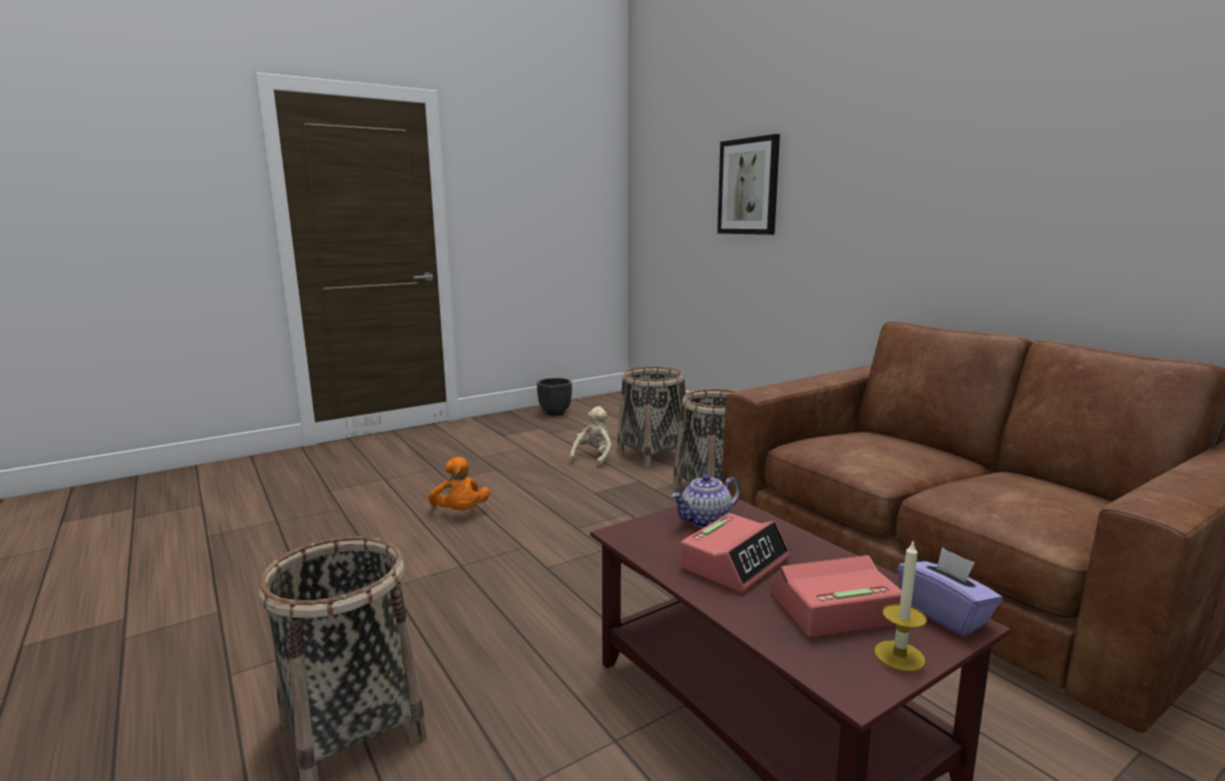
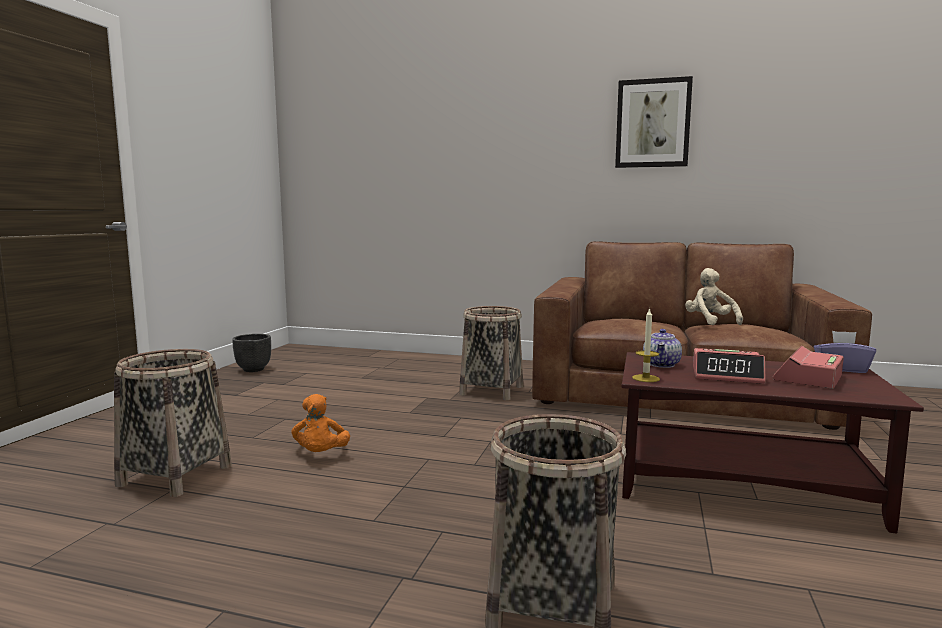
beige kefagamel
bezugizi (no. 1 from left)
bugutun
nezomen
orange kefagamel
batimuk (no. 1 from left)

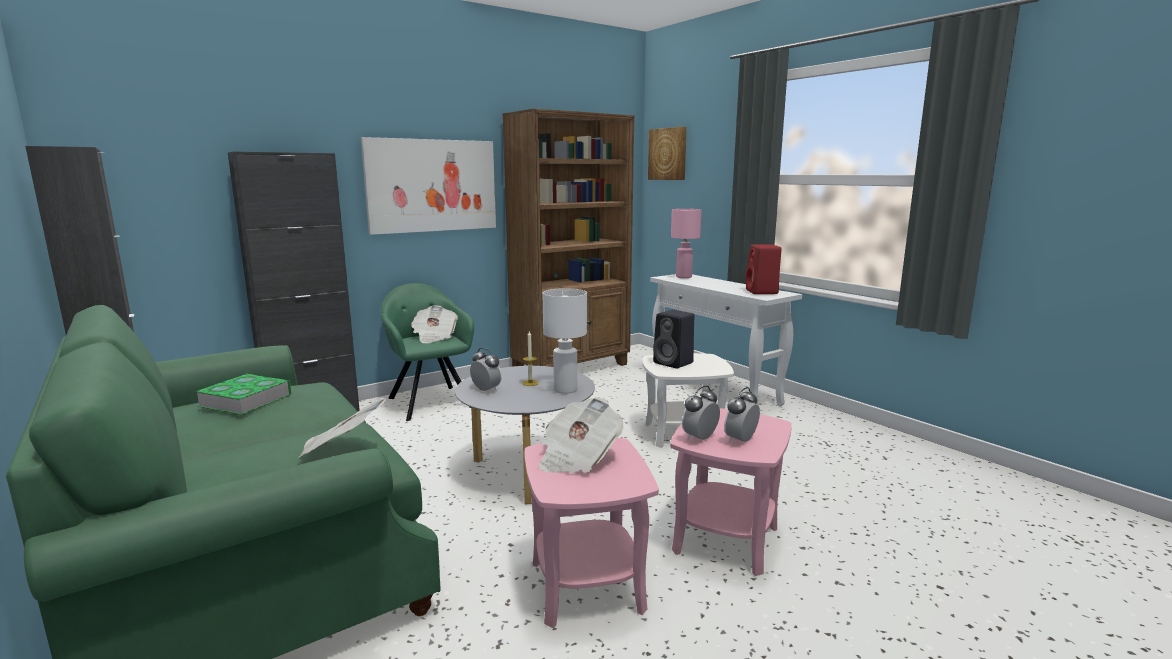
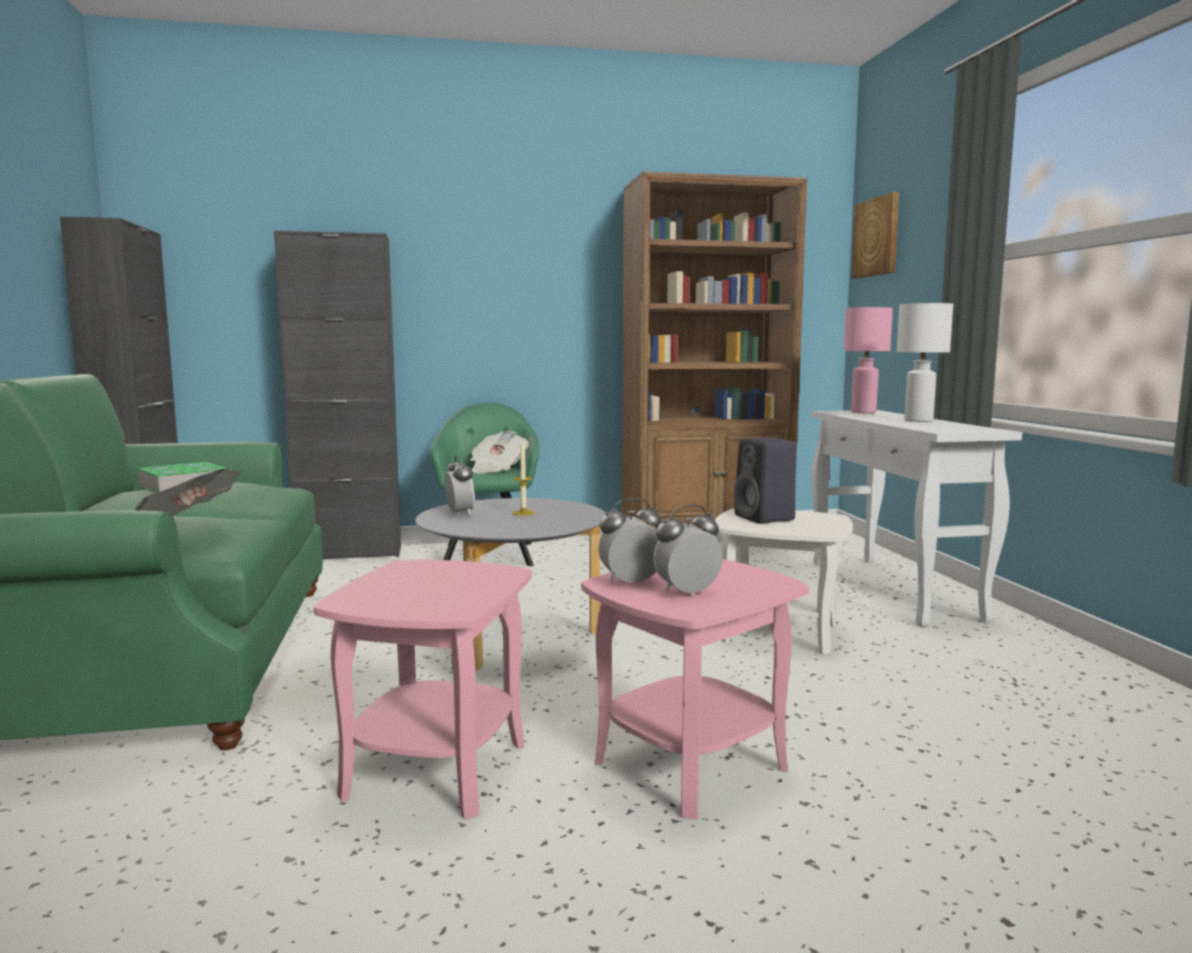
bugutun (no. 1 from left in the first image)
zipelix (no. 3 from left in the first image)
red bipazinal
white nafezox

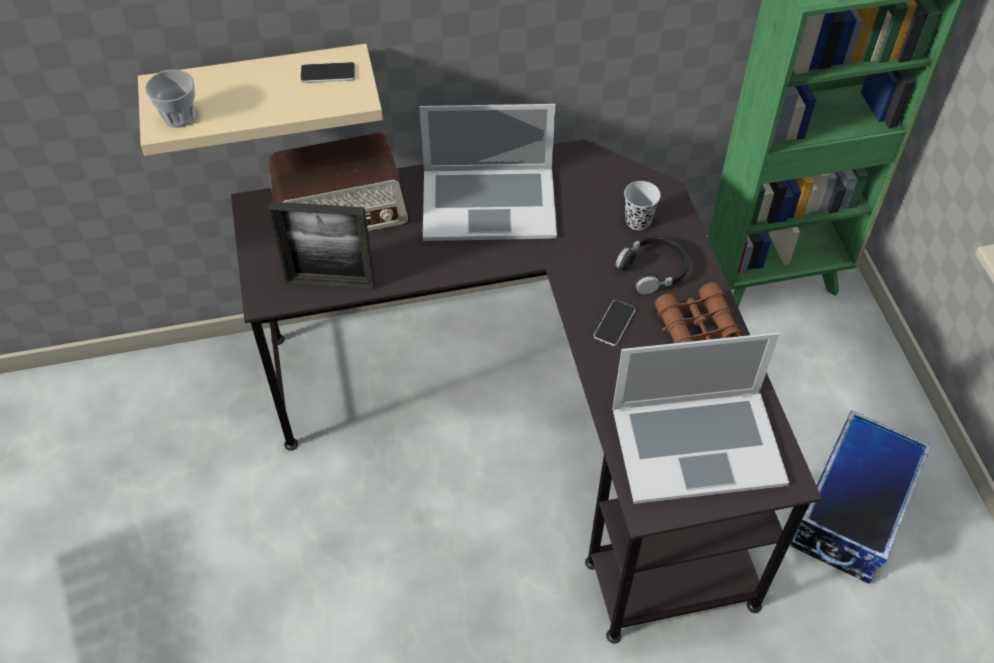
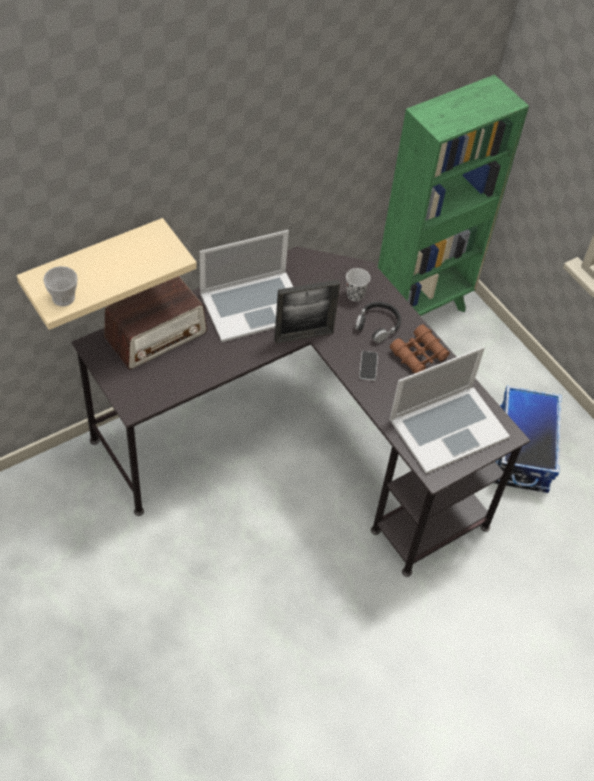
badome (no. 1 from left in the first image)
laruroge

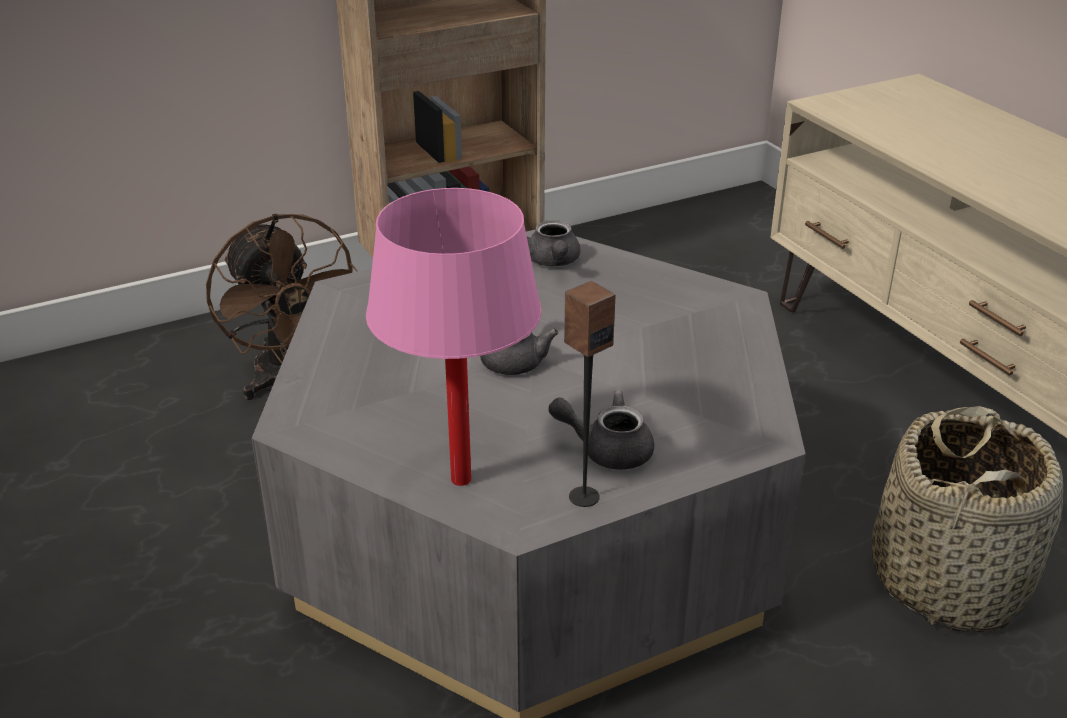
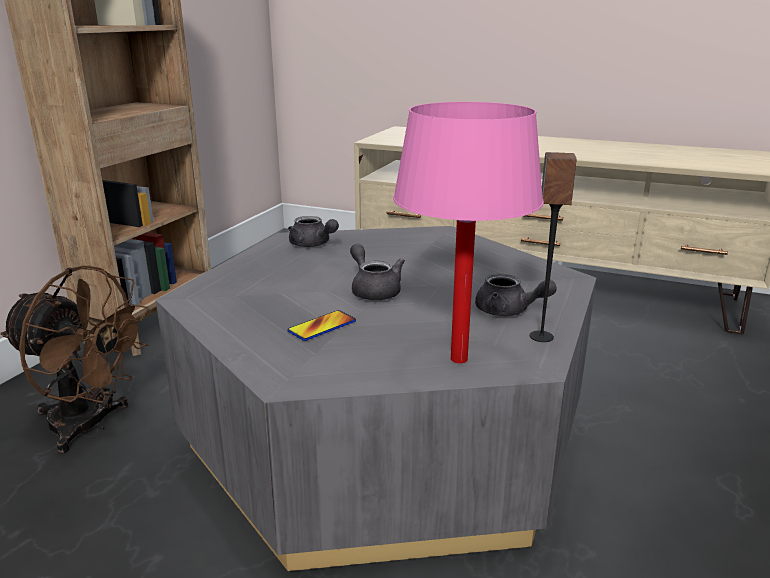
bezugizi
badome
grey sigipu (no. 3 from left)

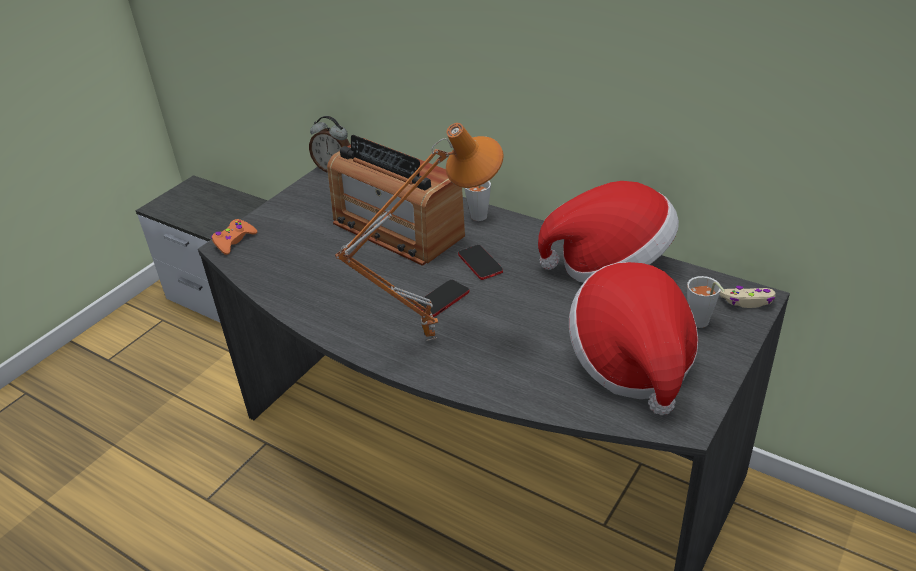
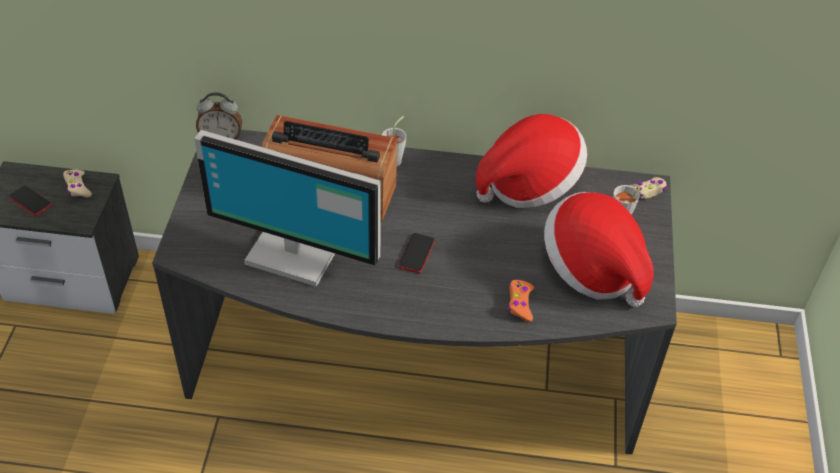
orange nafezox
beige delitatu (no. 1 from left)
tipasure
orange delitatu
badome (no. 1 from left)

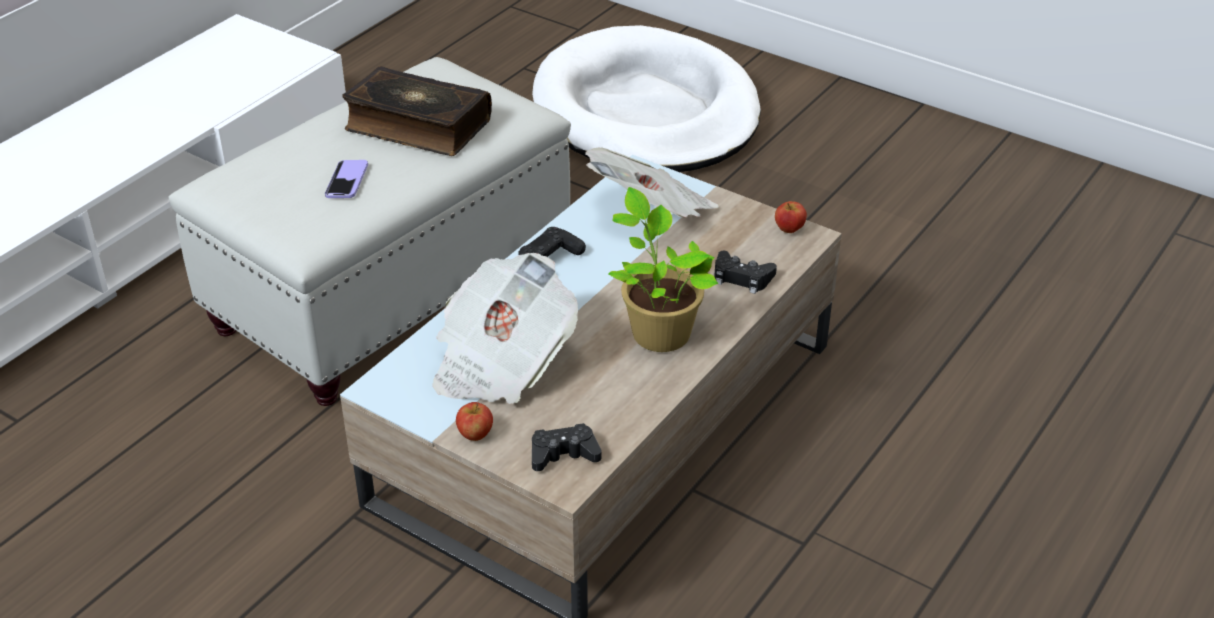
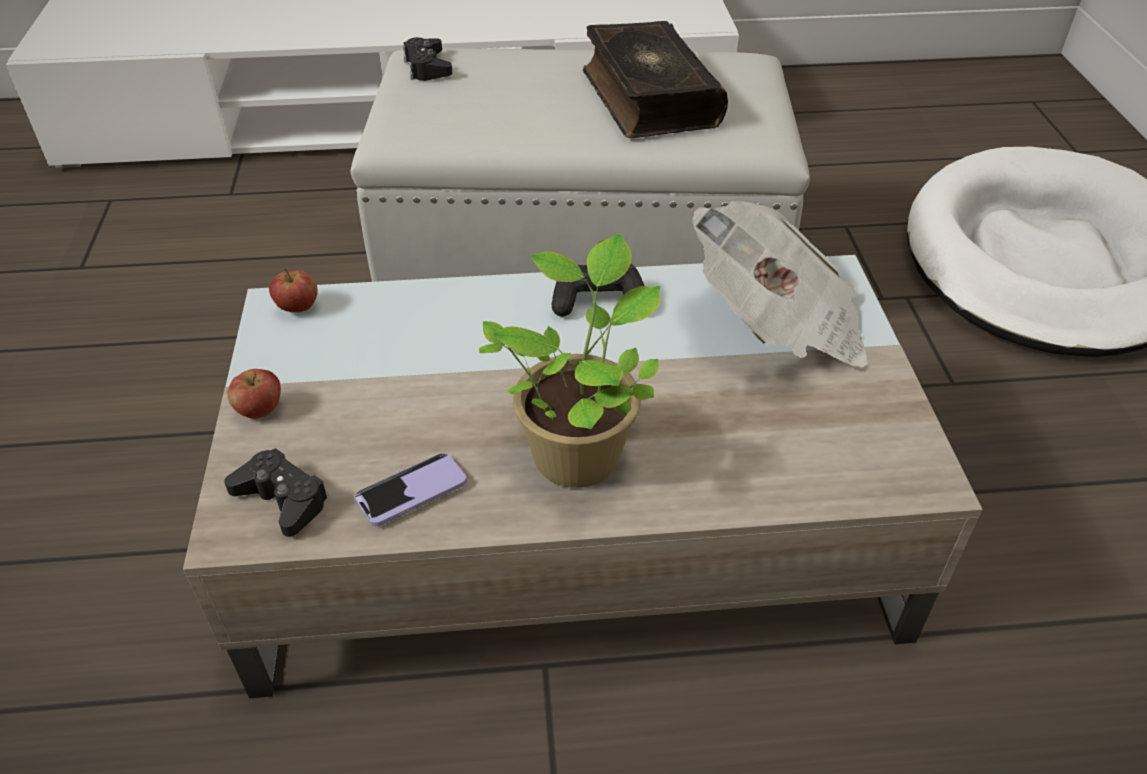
zipelix (no. 1 from left in the first image)
badome
black delitatu (no. 2 from left)
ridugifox (no. 2 from left)

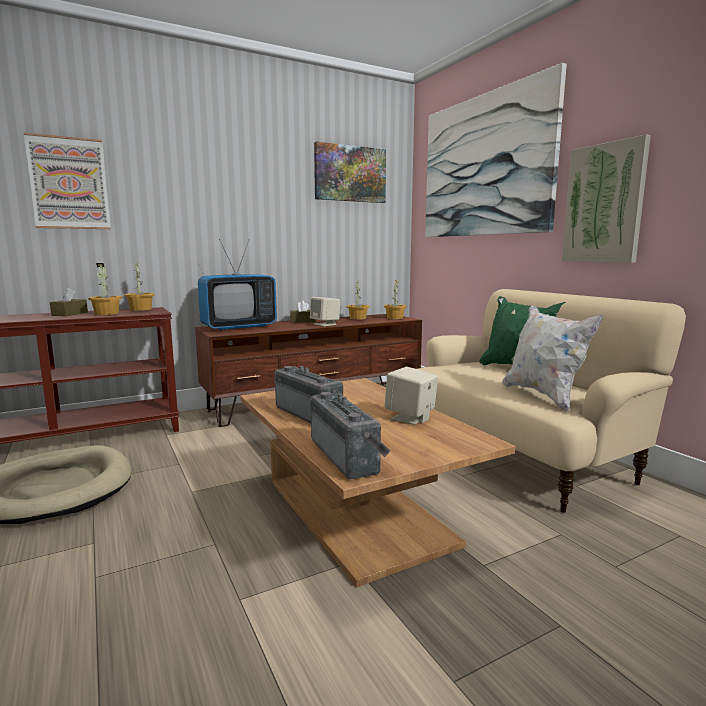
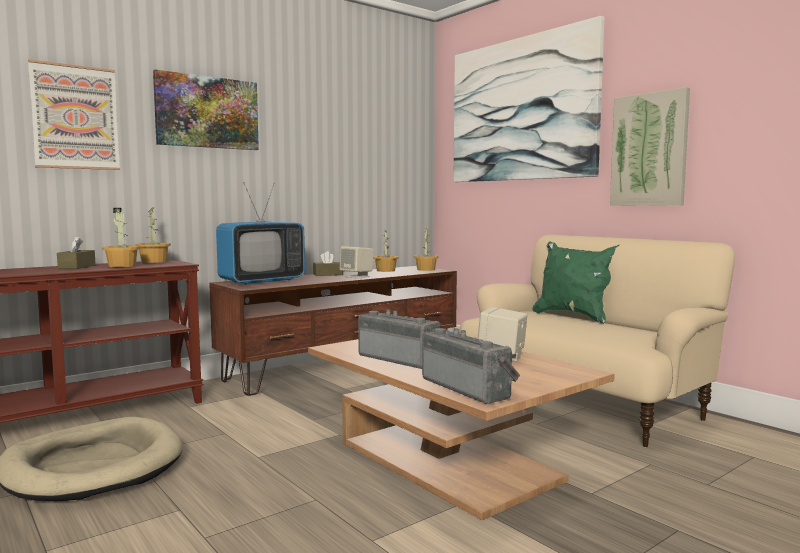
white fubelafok
bugutun (no. 2 from left)

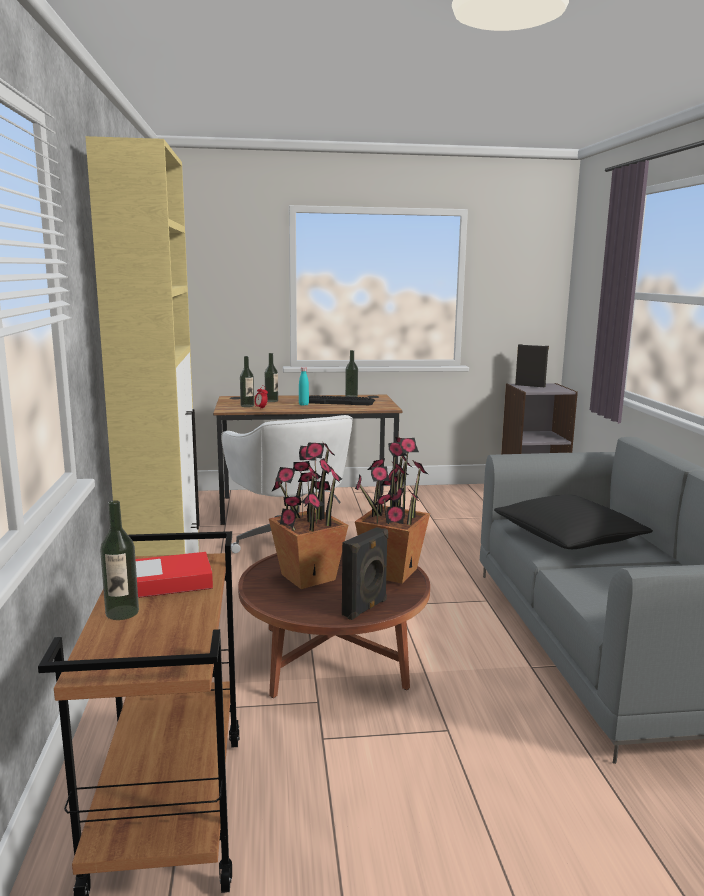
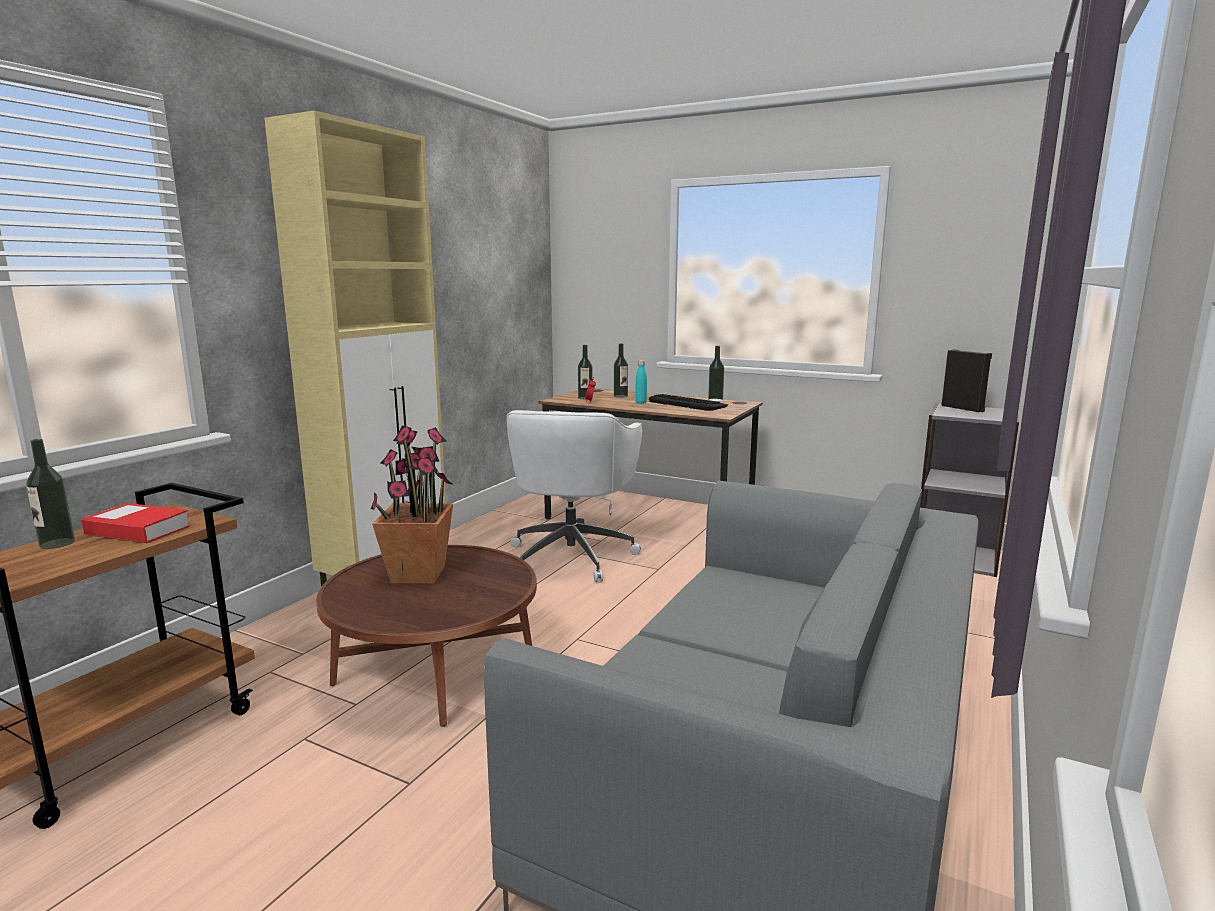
black bipazinal (no. 1 from left in the first image)
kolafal (no. 2 from left in the first image)
black fubelafok

